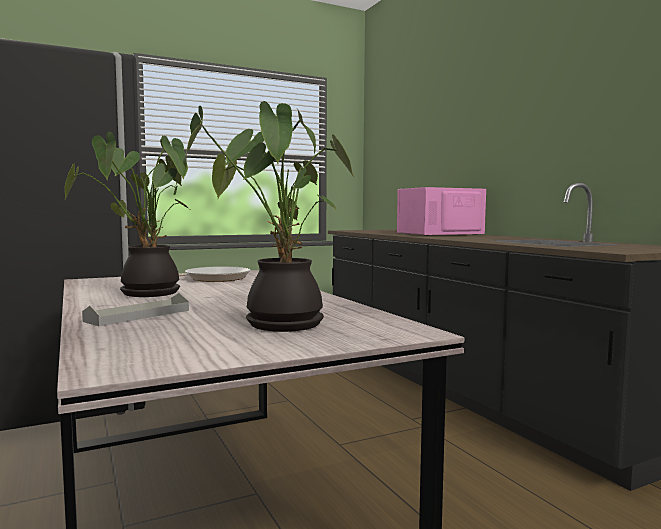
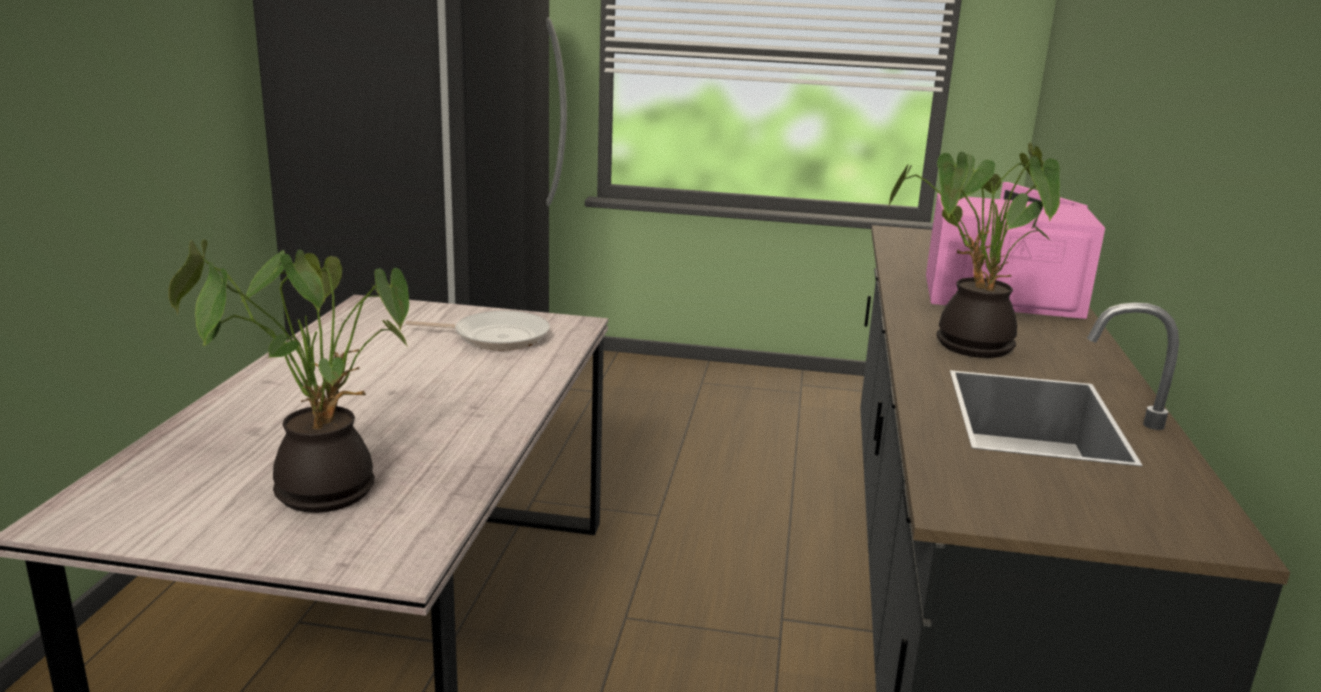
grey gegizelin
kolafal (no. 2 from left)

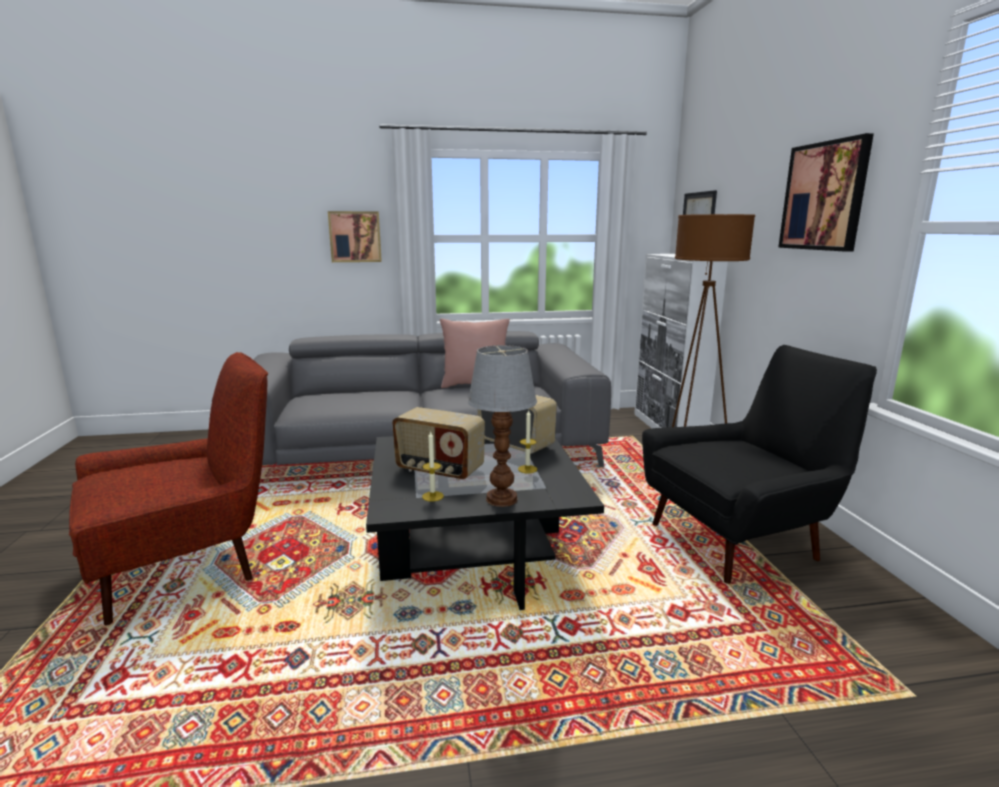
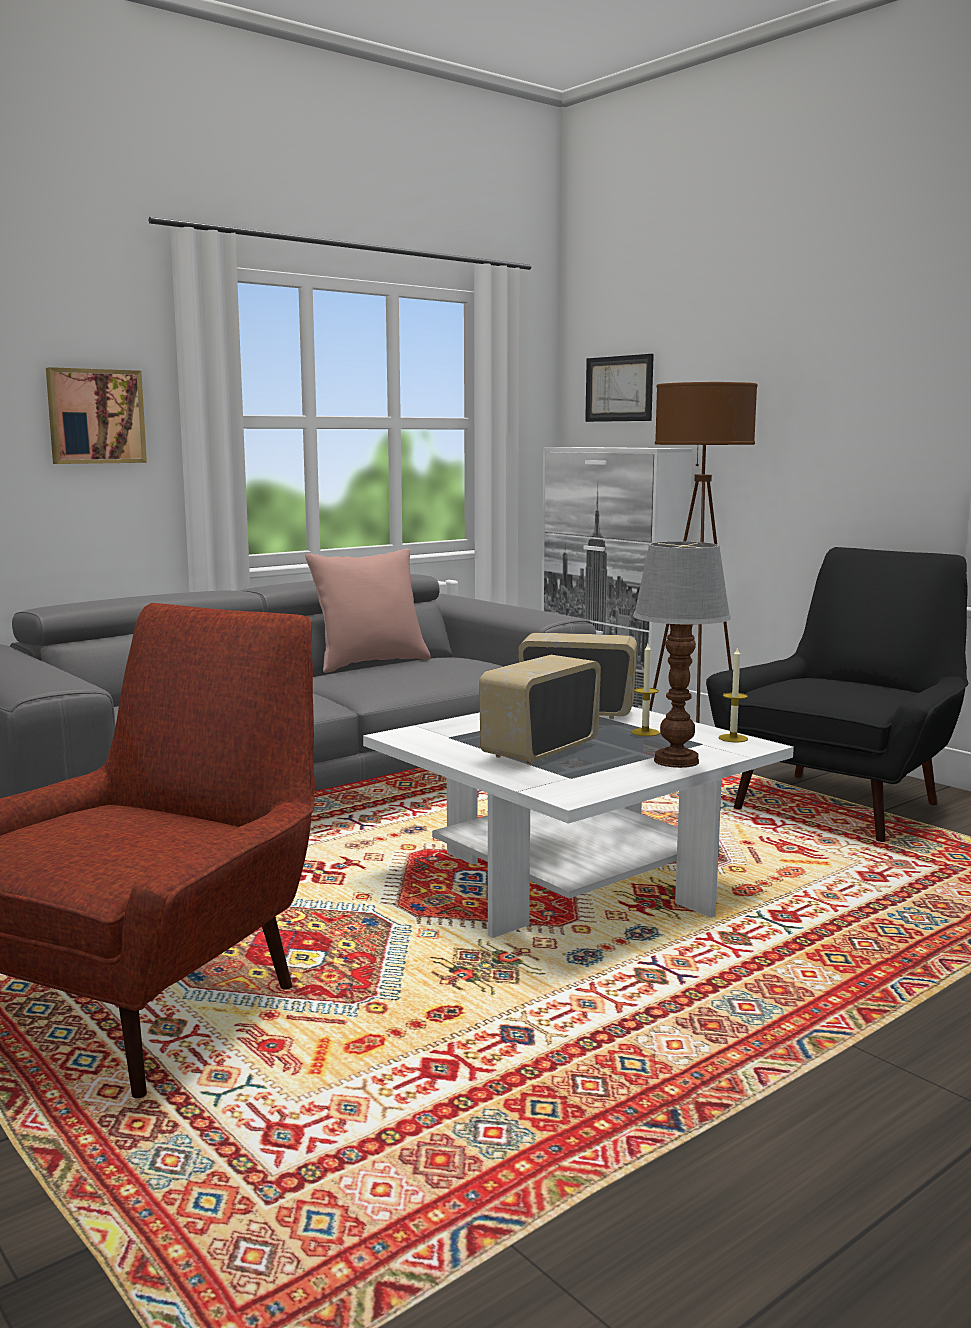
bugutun (no. 3 from left in the first image)
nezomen (no. 2 from left)
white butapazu
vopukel (no. 1 from left)

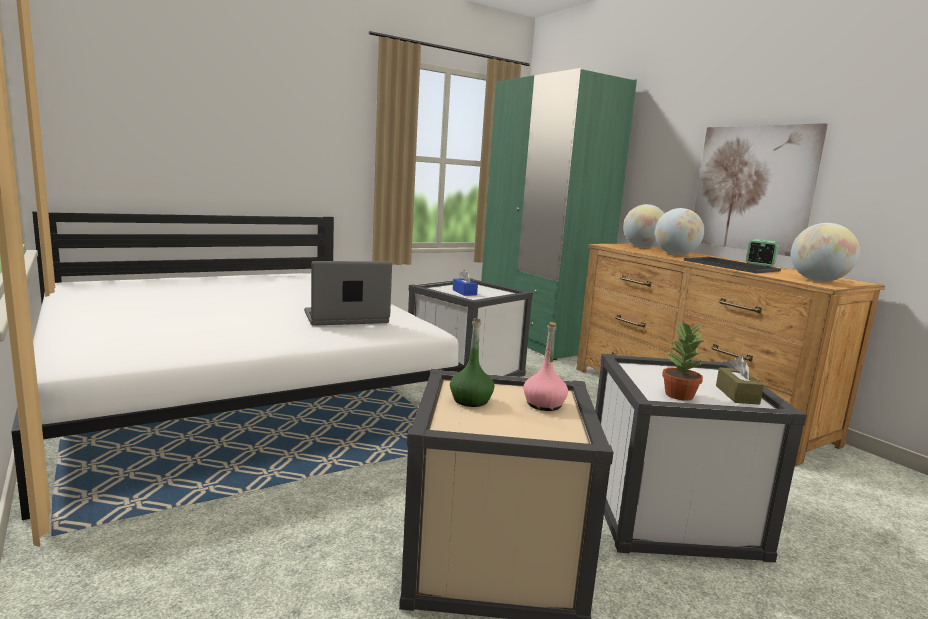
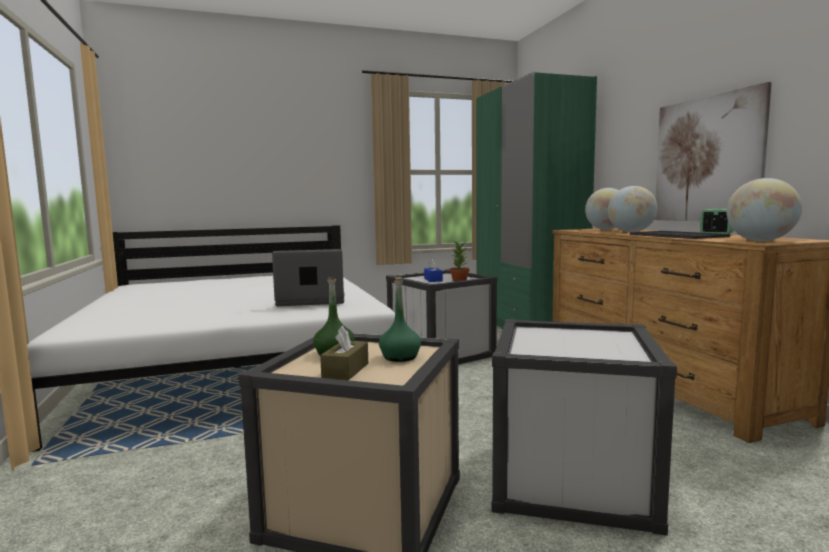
kolafal
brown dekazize
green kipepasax (no. 2 from left)

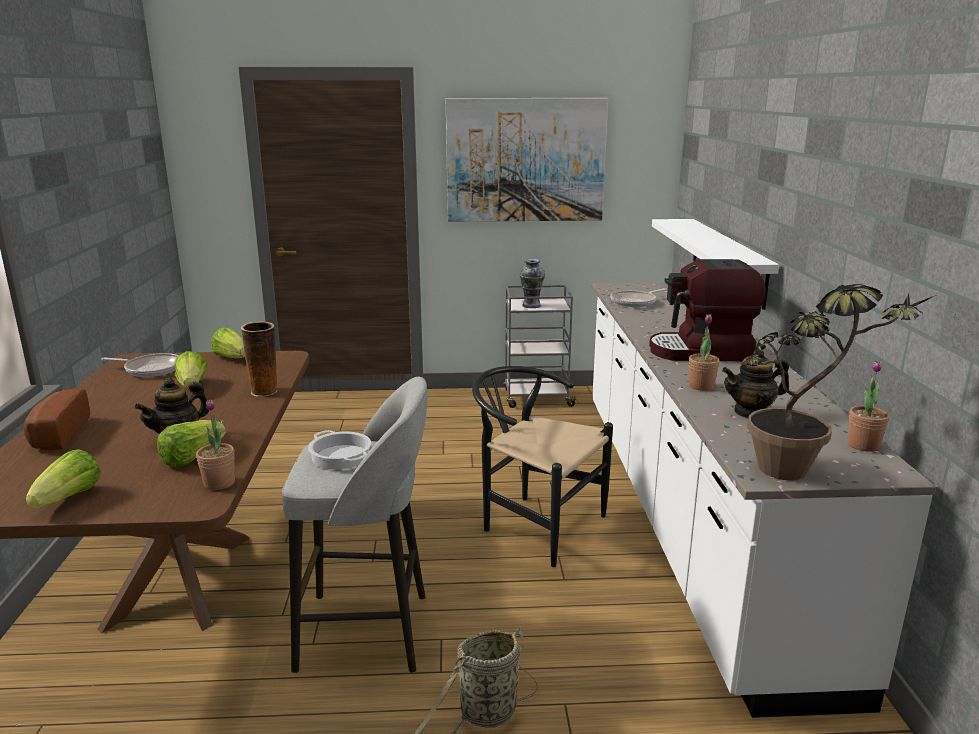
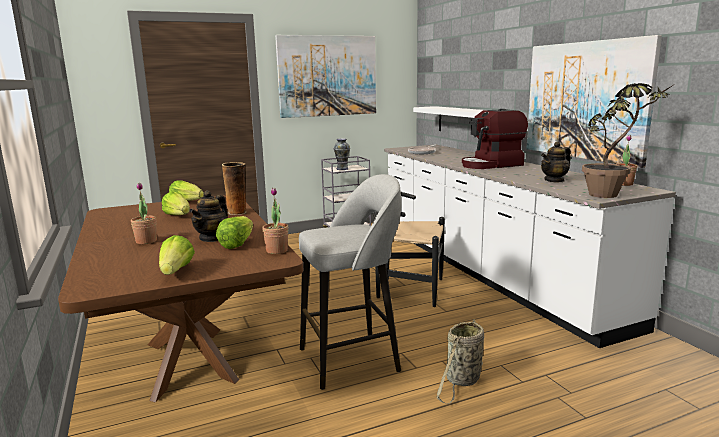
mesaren
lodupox (no. 1 from left in the first image)
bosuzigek
bugutun (no. 2 from left)
kolafal (no. 1 from left)

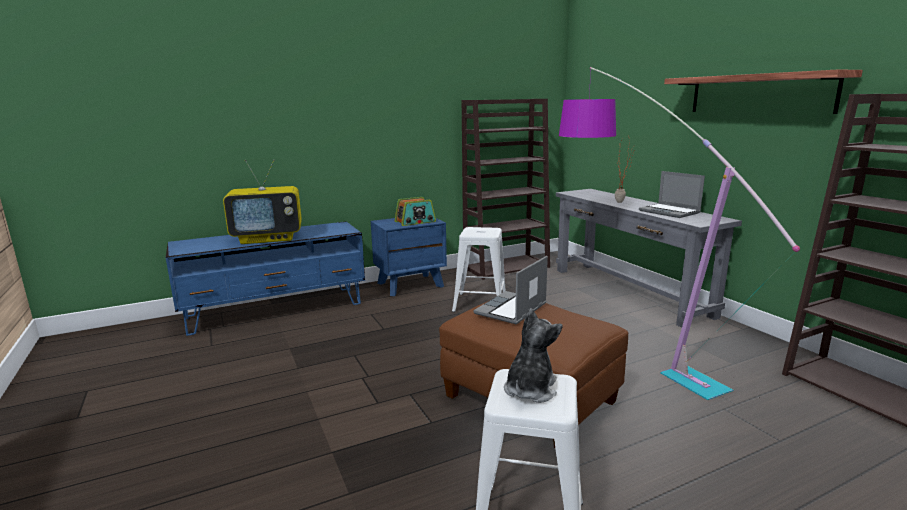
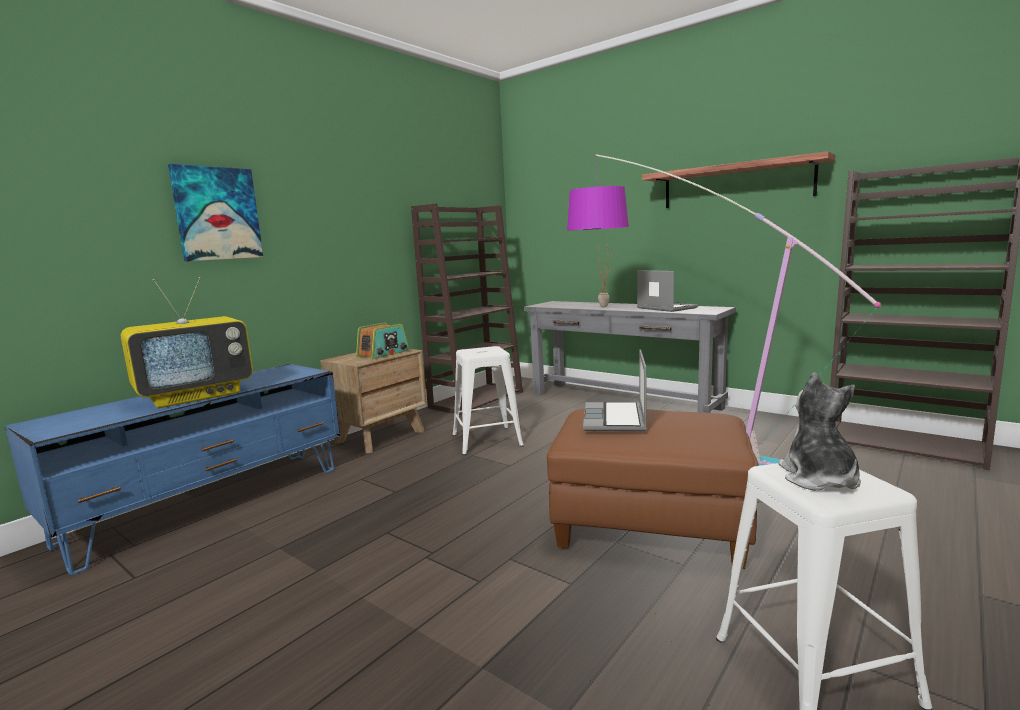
bugutun
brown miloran
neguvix (no. 2 from left)

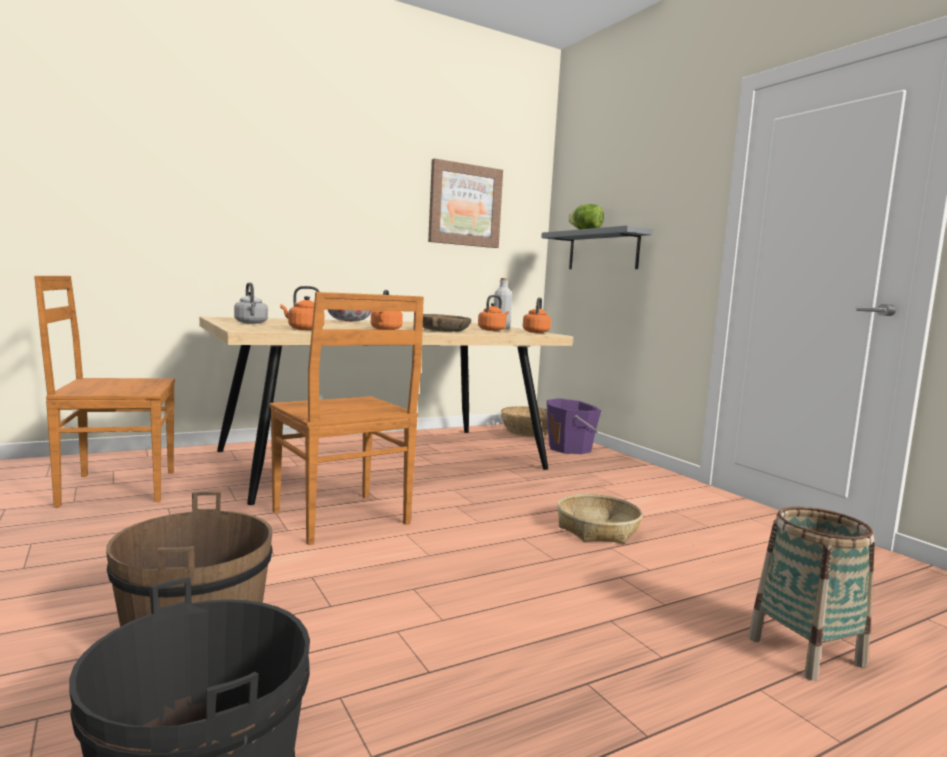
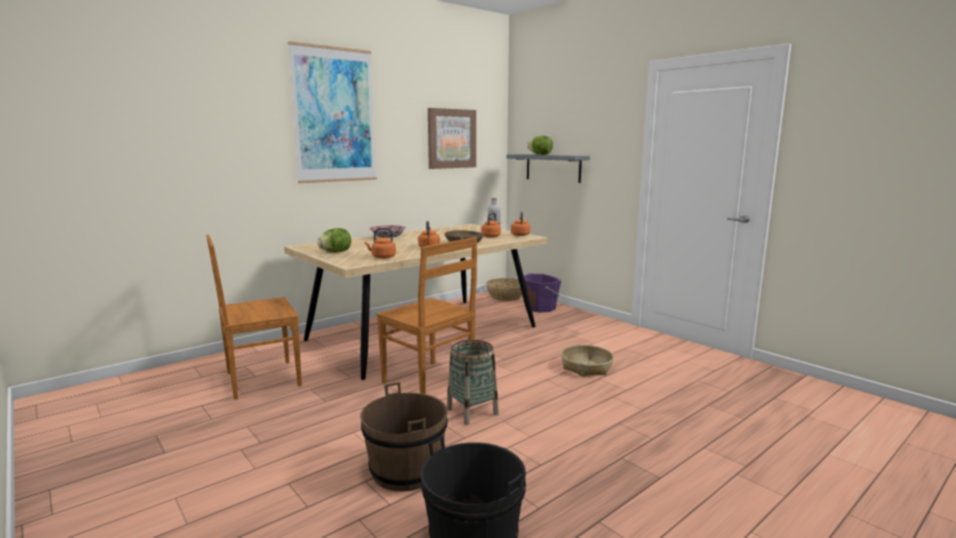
bugutun (no. 1 from left)
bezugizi (no. 1 from left)
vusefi (no. 1 from left)

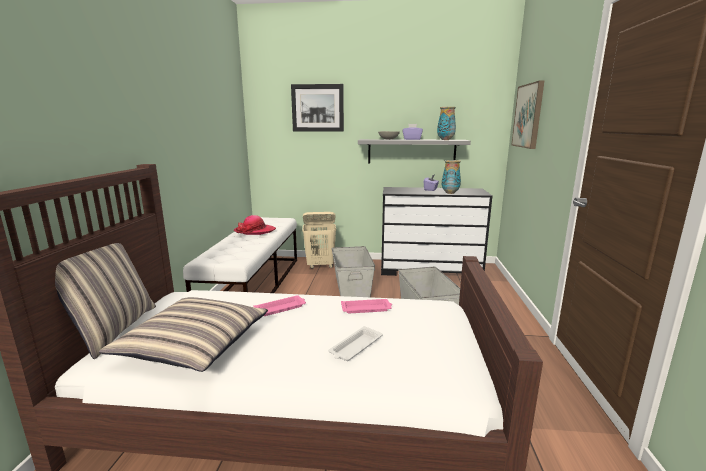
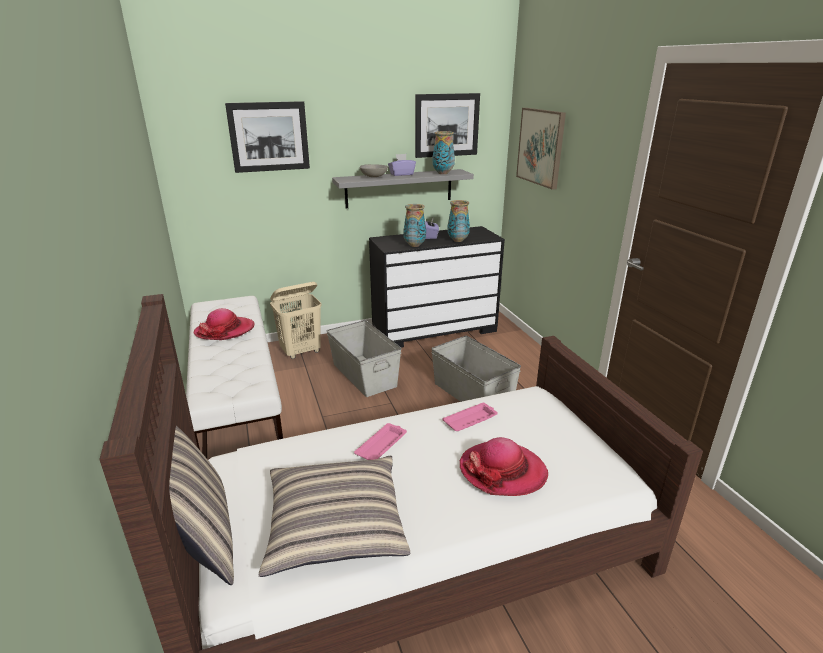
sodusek (no. 1 from left)
bugutun (no. 2 from left)
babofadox (no. 2 from left)

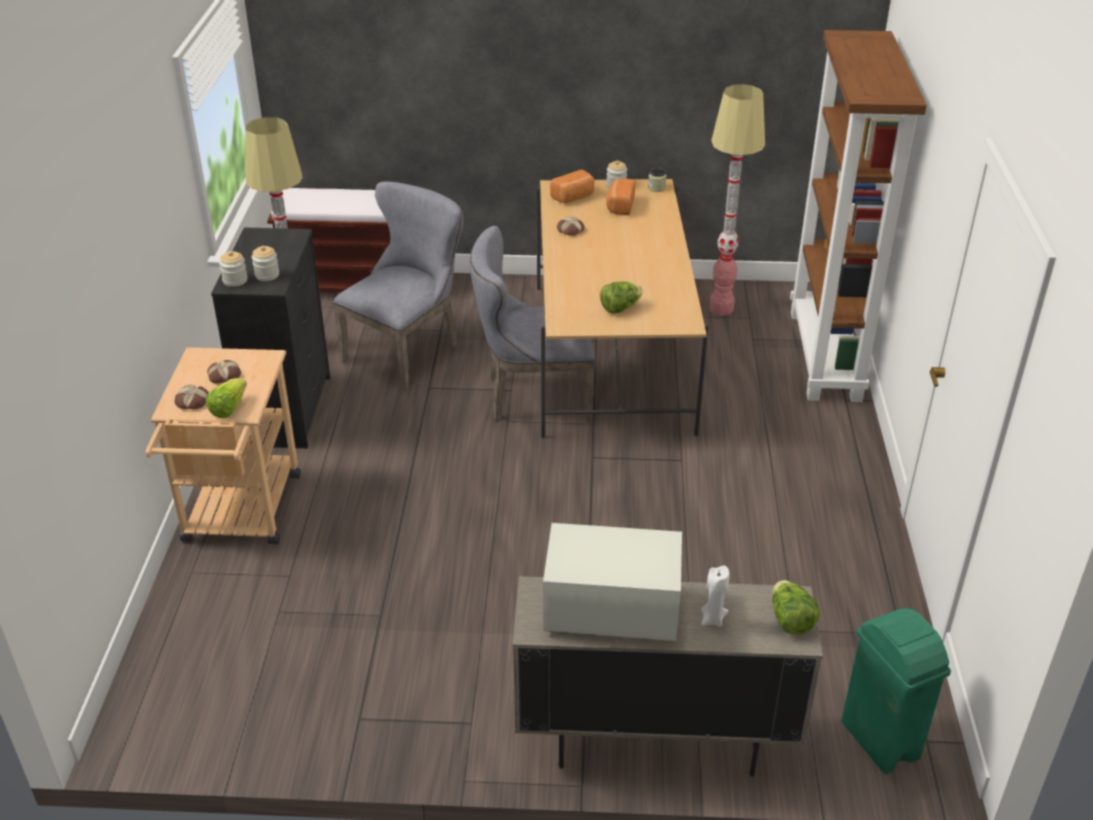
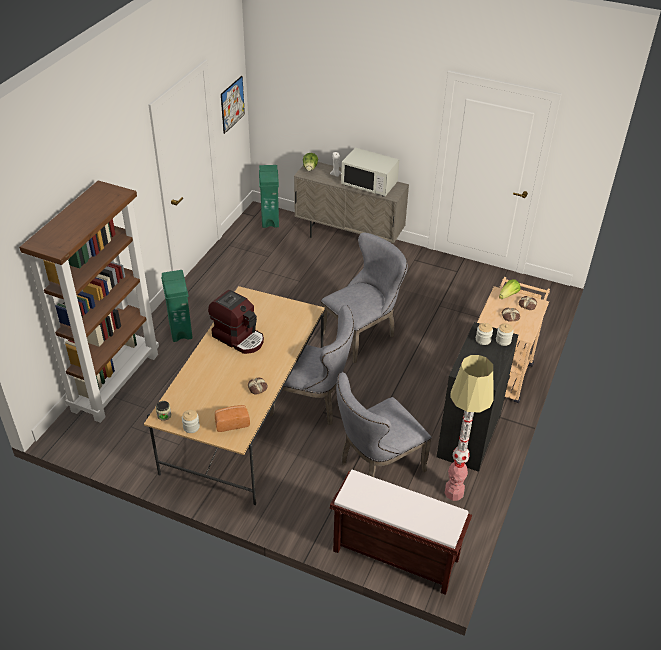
vusefi (no. 2 from left in the first image)
mesaren (no. 5 from left in the first image)
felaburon (no. 2 from left in the first image)
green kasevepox (no. 1 from left)
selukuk
bugutun
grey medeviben (no. 2 from left)

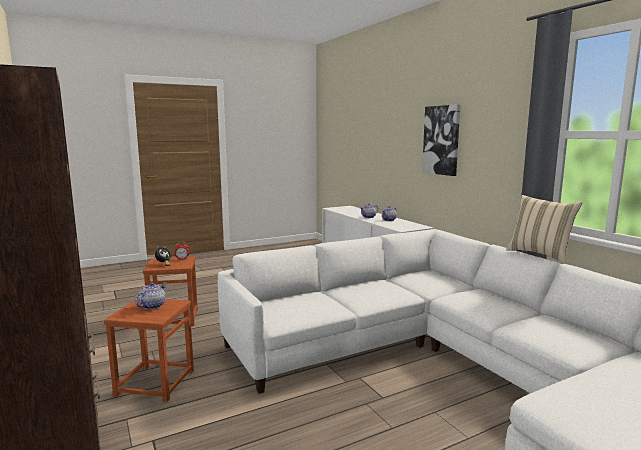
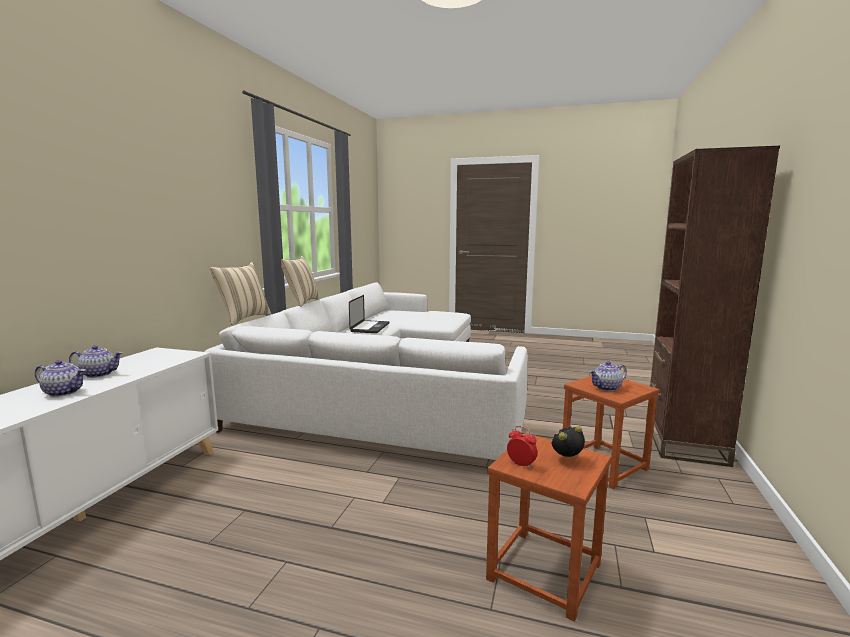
bugutun
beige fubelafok (no. 1 from left)
neguvix

